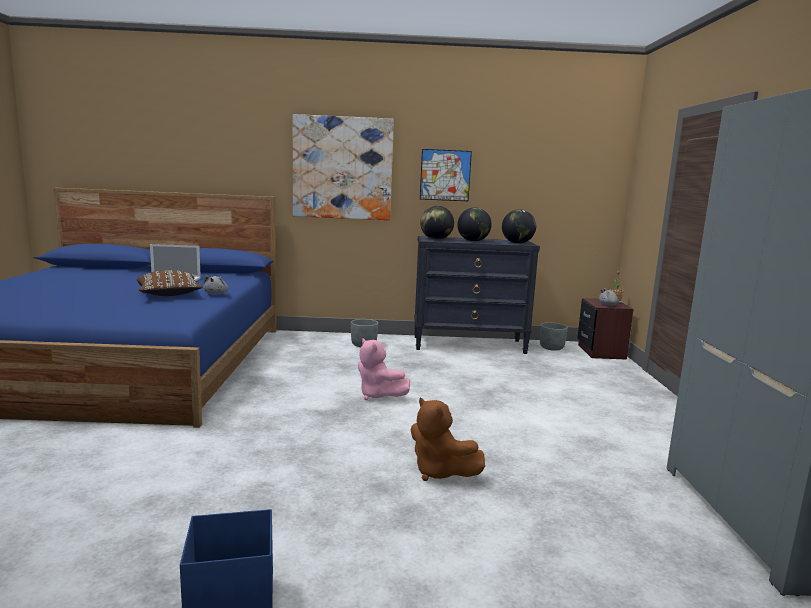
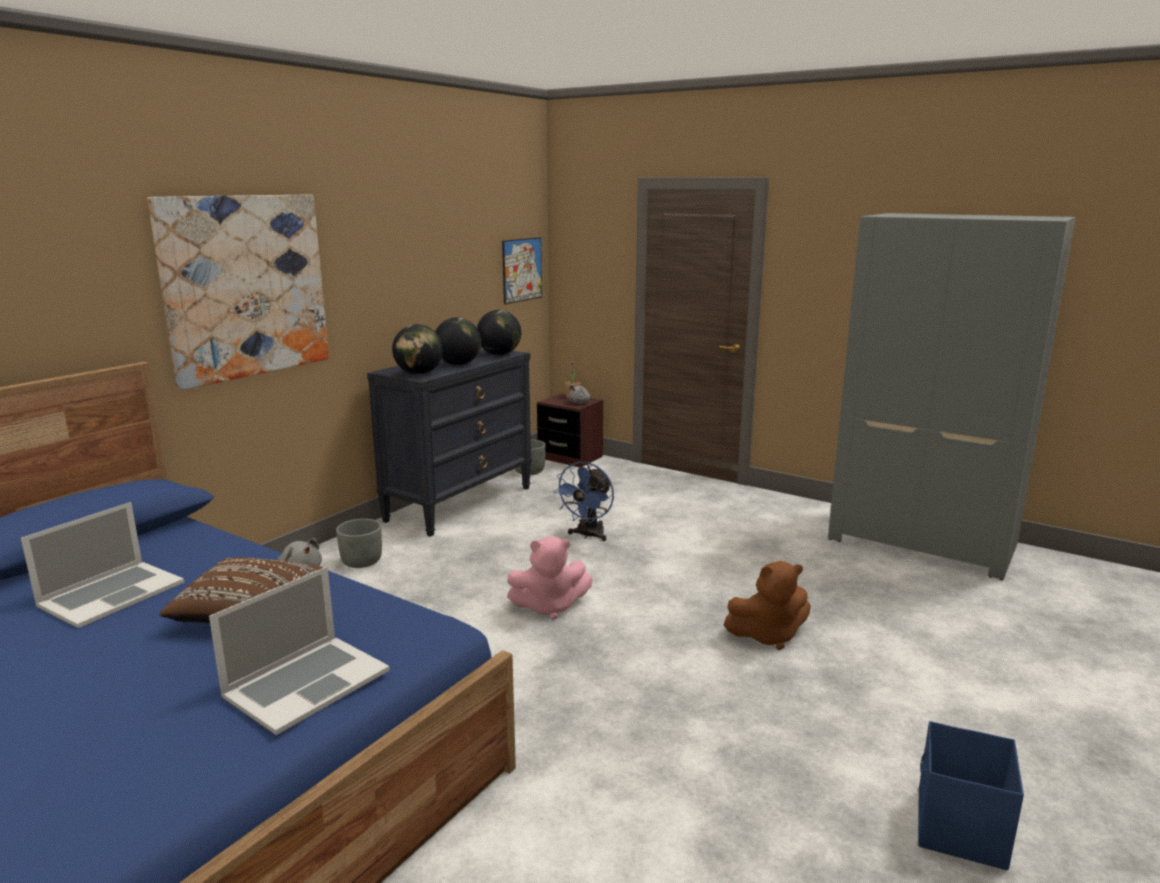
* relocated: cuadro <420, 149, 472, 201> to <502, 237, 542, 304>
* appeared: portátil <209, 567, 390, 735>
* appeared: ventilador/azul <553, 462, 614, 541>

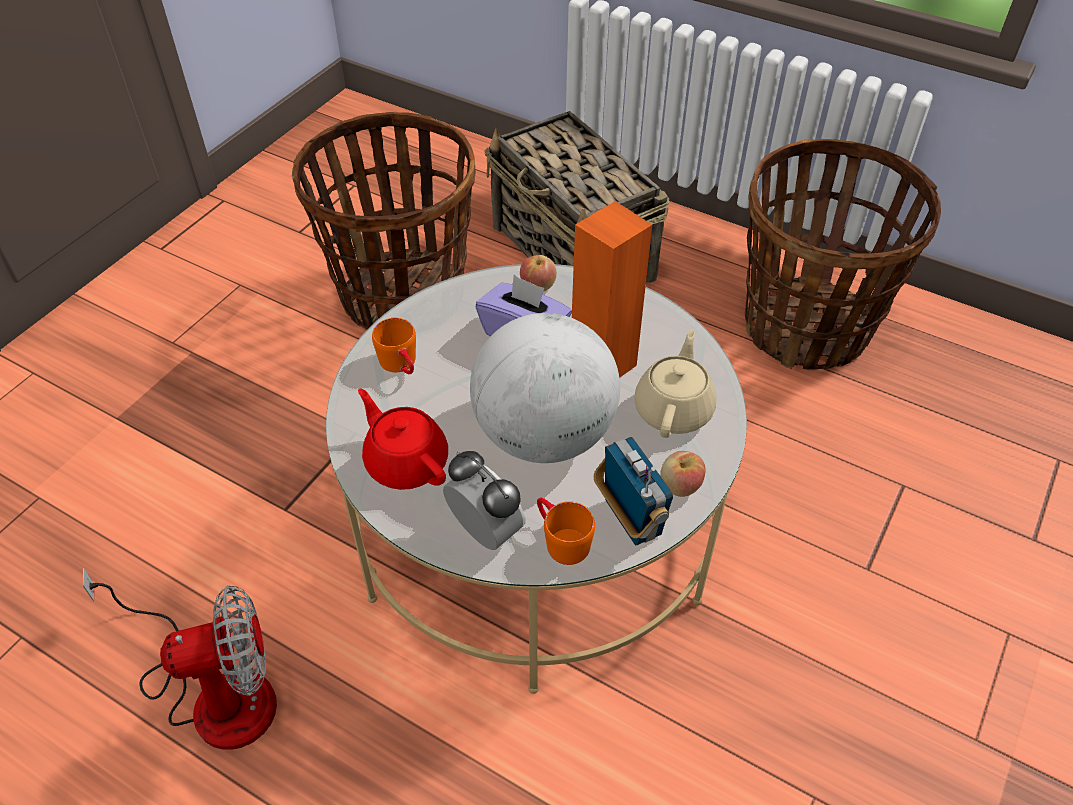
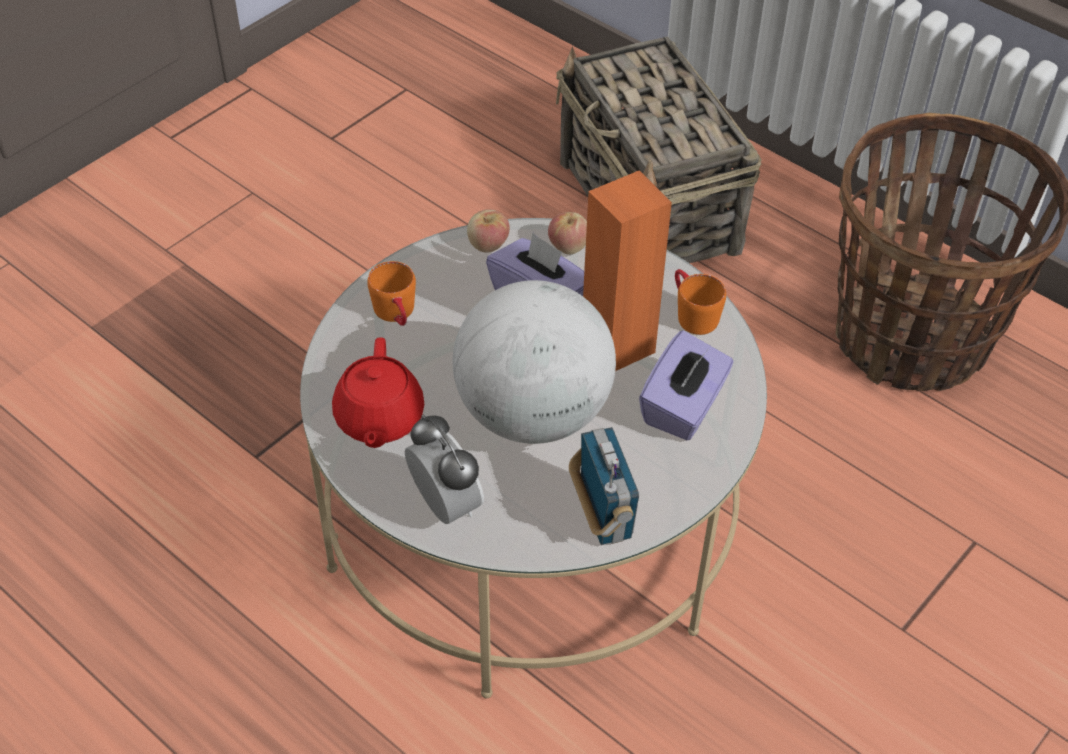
* missing: ventilador <83, 568, 277, 750>
* missing: cesta <292, 112, 476, 330>
* spun: tetera/rojo <358, 389, 448, 490> = <332, 337, 424, 448> 150 degrees counterclockwise
* relocated: taza grande/naranja <537, 498, 595, 565> to <675, 269, 726, 335>
* exchanged: tetera/beis <634, 329, 717, 438> to caja de pañuelos/morado <639, 330, 733, 440>
* relocated: manzana <661, 451, 706, 497> to <467, 209, 510, 253>

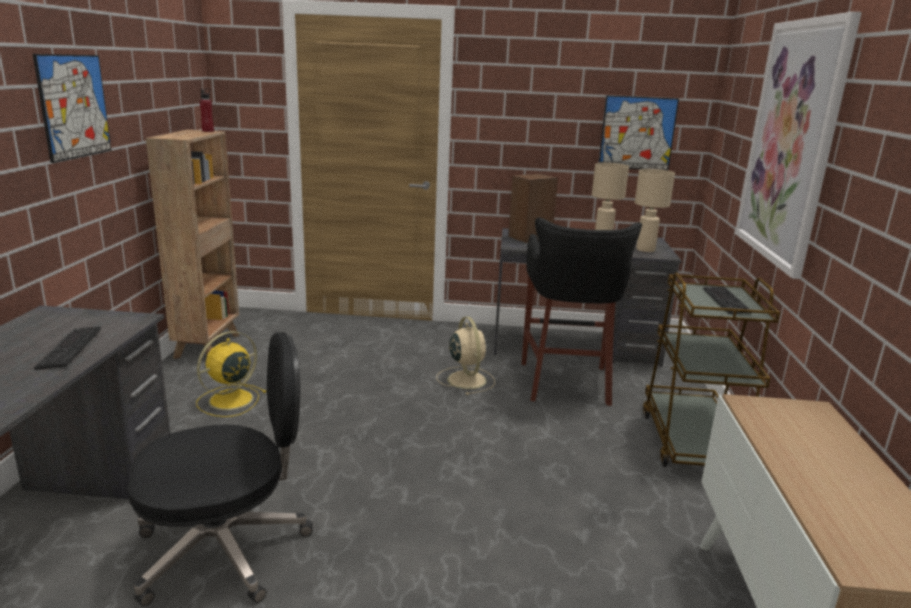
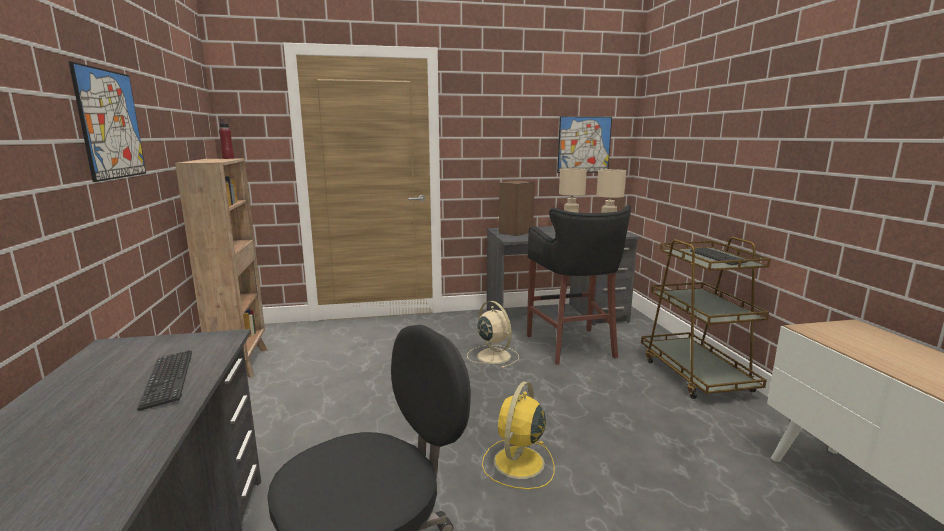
* relocated: ventilador/amarillo <196, 331, 266, 417> to <482, 381, 554, 489>
* missing: cuadro <735, 12, 862, 279>

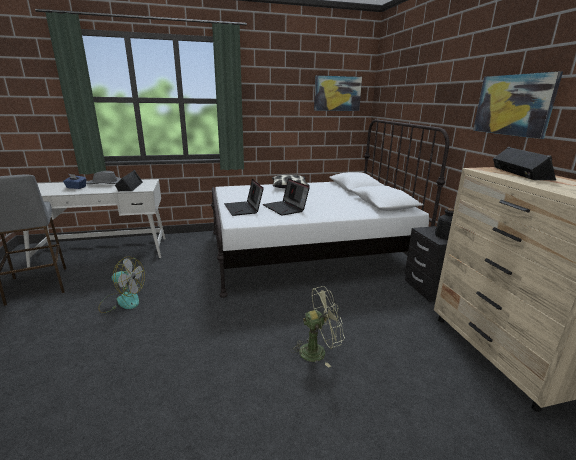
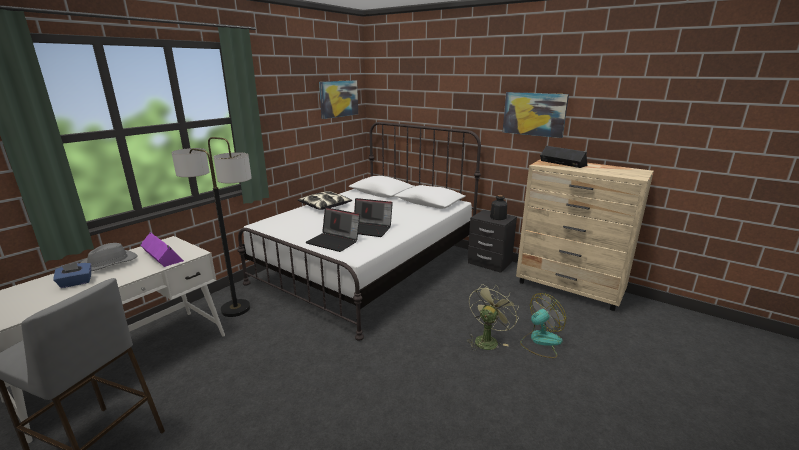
* relocated: ventilador <98, 256, 145, 313> to <521, 293, 566, 358>
* colour: altavoz/negro <114, 170, 143, 191> to altavoz/morado <140, 232, 184, 267>
* appeared: lámpara de pie <172, 137, 252, 317>

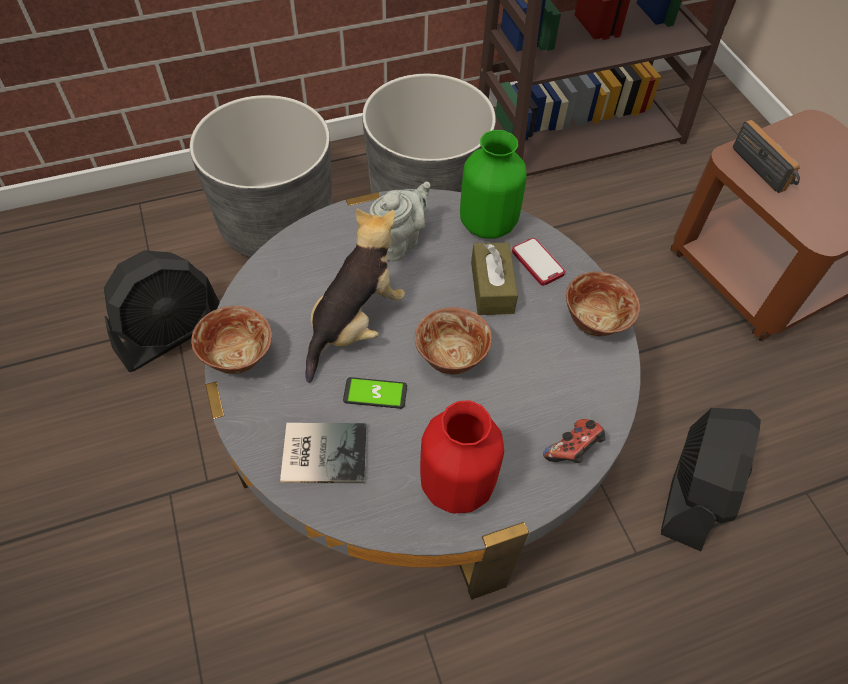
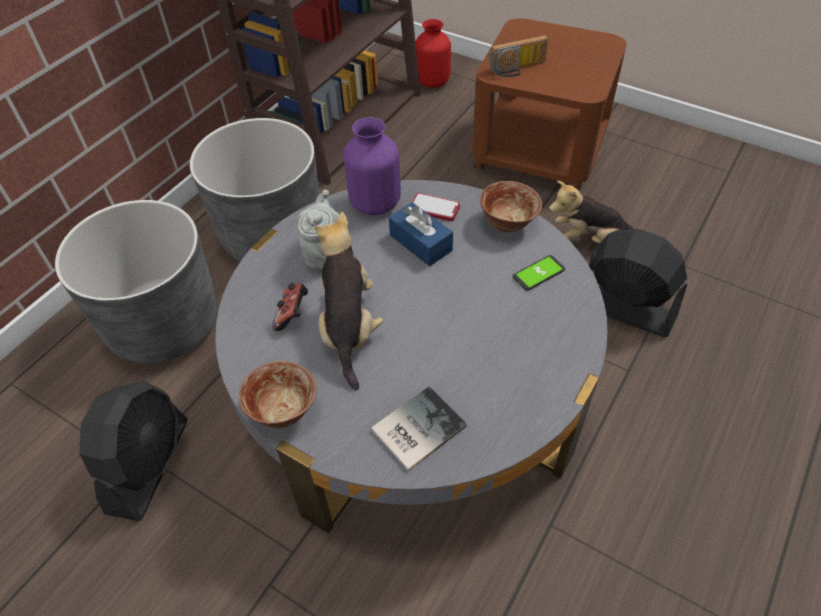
* relocated: móvil <343, 377, 407, 409> to <513, 255, 565, 291>
* missing: cuenco <415, 307, 492, 374>
* relocated: florero/rojo <420, 401, 504, 513> to <415, 19, 451, 88>
* colour: florero/verde <460, 130, 527, 239> to florero/morado <343, 117, 401, 215>
* colour: caja de pañuelos/marrón <471, 242, 518, 315> to caja de pañuelos/azul <389, 202, 453, 266>
* relocated: mando de consola <543, 419, 606, 463> to <272, 283, 308, 331>
* spun: ventilador/negro <661, 408, 761, 551> = <589, 229, 687, 337> 45 degrees counterclockwise
* spun: radio <733, 120, 800, 193> = <489, 35, 548, 77> 135 degrees clockwise
* appeared: peluche <549, 181, 633, 243>

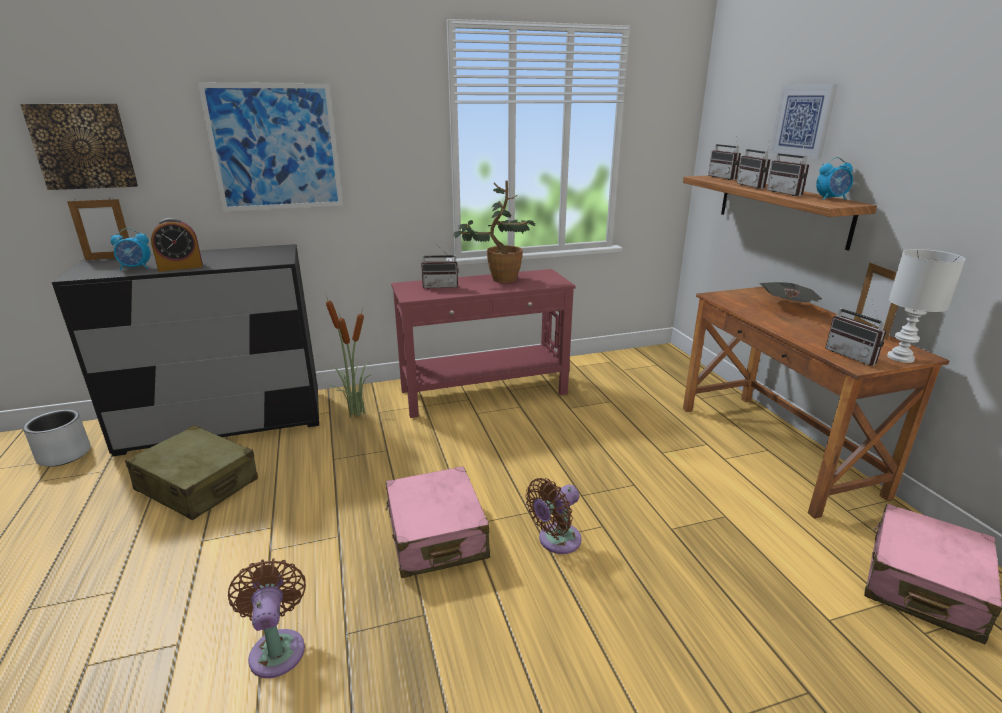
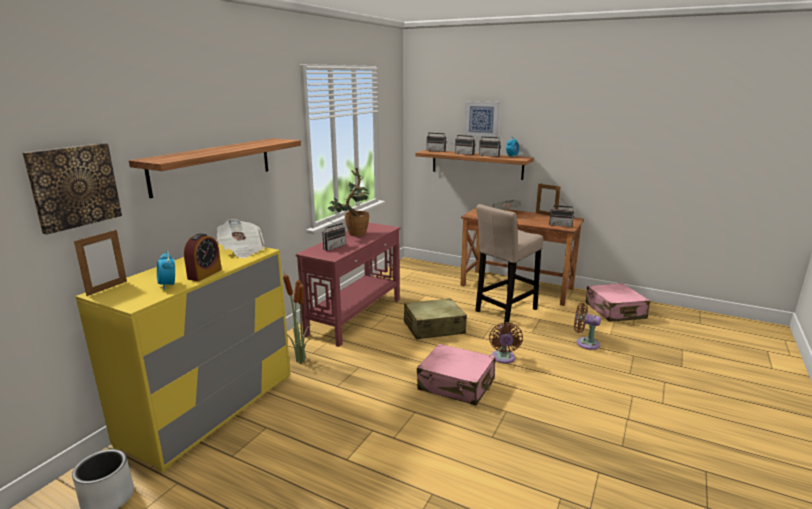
* colour: cómoda/negro <52, 244, 319, 456> to cómoda/amarillo <76, 244, 290, 473>
* spun: despertador <111, 228, 151, 271> = <157, 251, 175, 290> 120 degrees clockwise
* relocated: maleta/beis <125, 425, 258, 520> to <404, 298, 467, 340>
* exchanged: cuadro <198, 83, 343, 212> to estante <129, 138, 301, 198>
* relocated: ventilador/marrón <228, 558, 306, 678> to <574, 303, 601, 350>
* missing: lámpara de mesa/blanco <887, 249, 966, 363>
* appeared: periódico <217, 219, 265, 258>
* appeared: taburete/beis <475, 204, 543, 323>

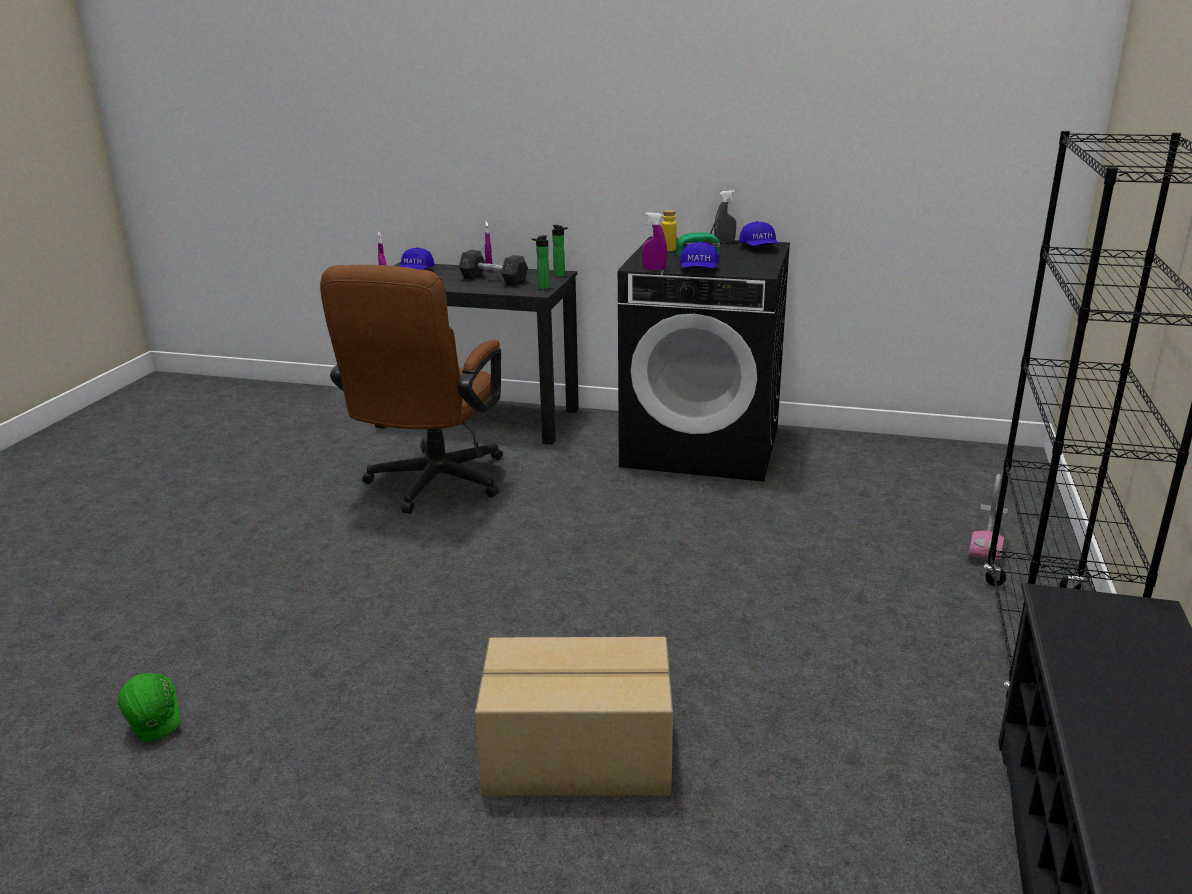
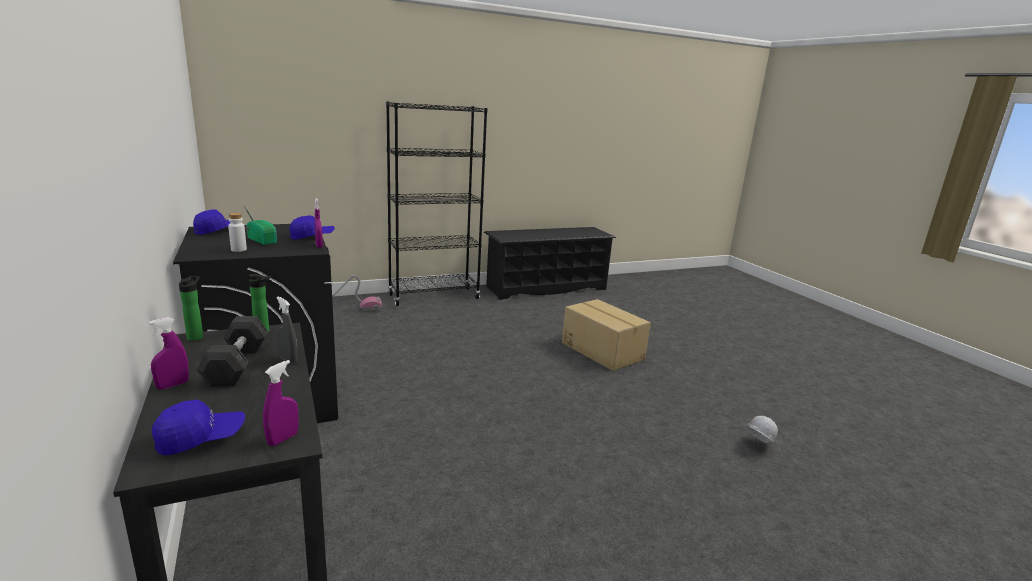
* colour: casco/verde <118, 673, 181, 742> to casco/blanco <745, 416, 778, 443>
* missing: silla de oficina/marrón <320, 265, 503, 514>
* colour: botella/amarillo <662, 210, 677, 251> to botella/blanco <228, 213, 247, 252>
* relocated: pulverizador/gris <714, 190, 736, 243> to <277, 297, 298, 364>

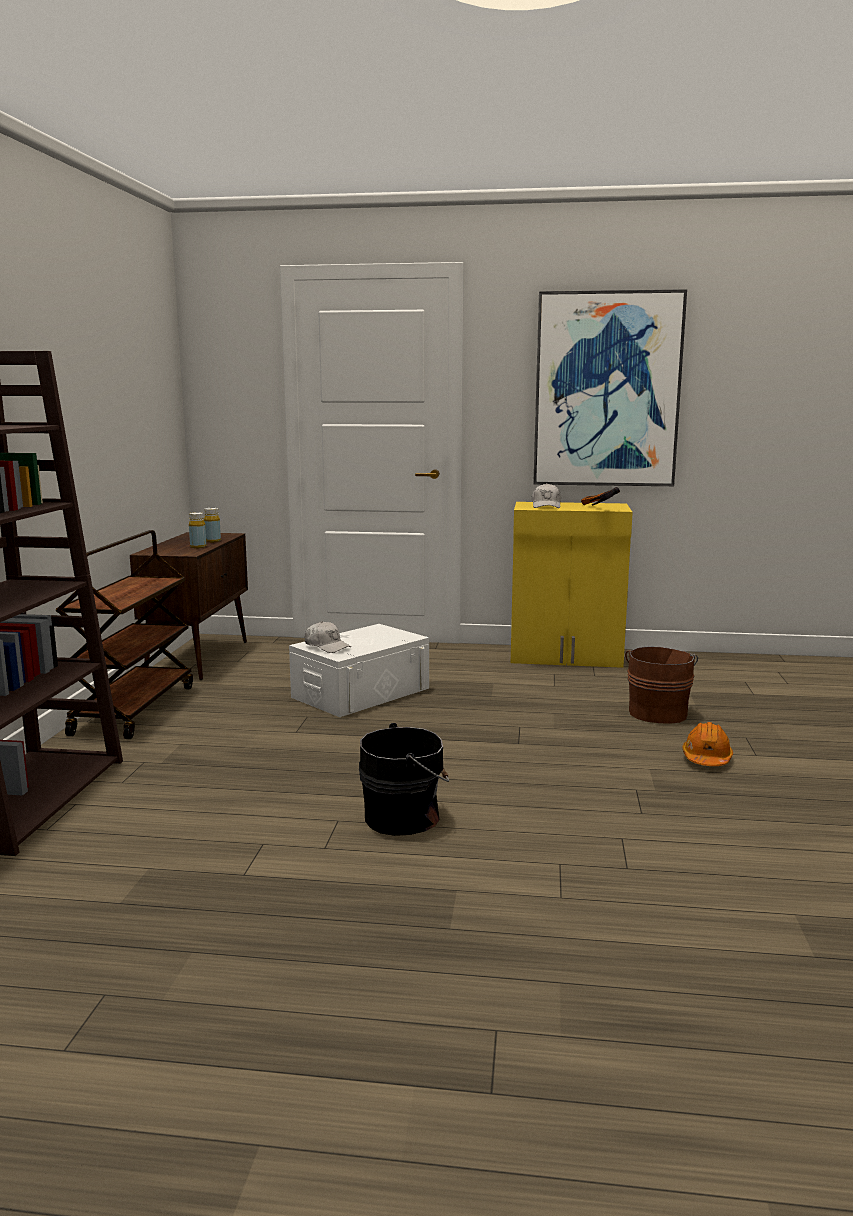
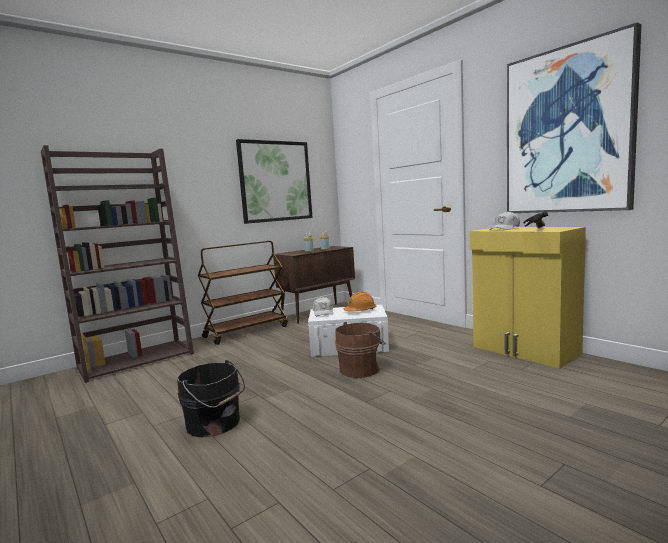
* relocated: cubo/marrón <625, 646, 698, 724> to <335, 322, 386, 378>
* relocated: casco/naranja <683, 722, 733, 766> to <344, 292, 376, 312>
* appeared: cuadro <236, 139, 312, 224>

